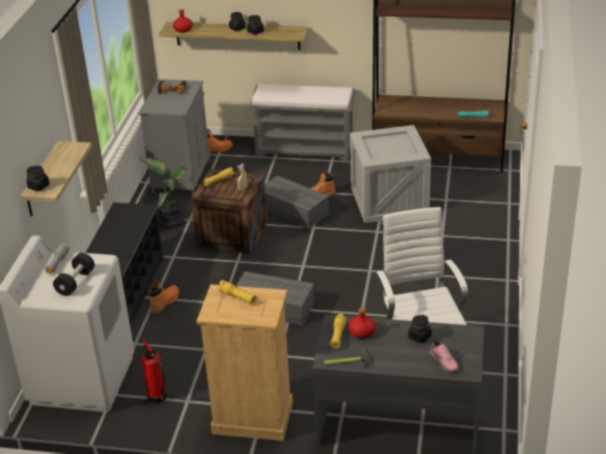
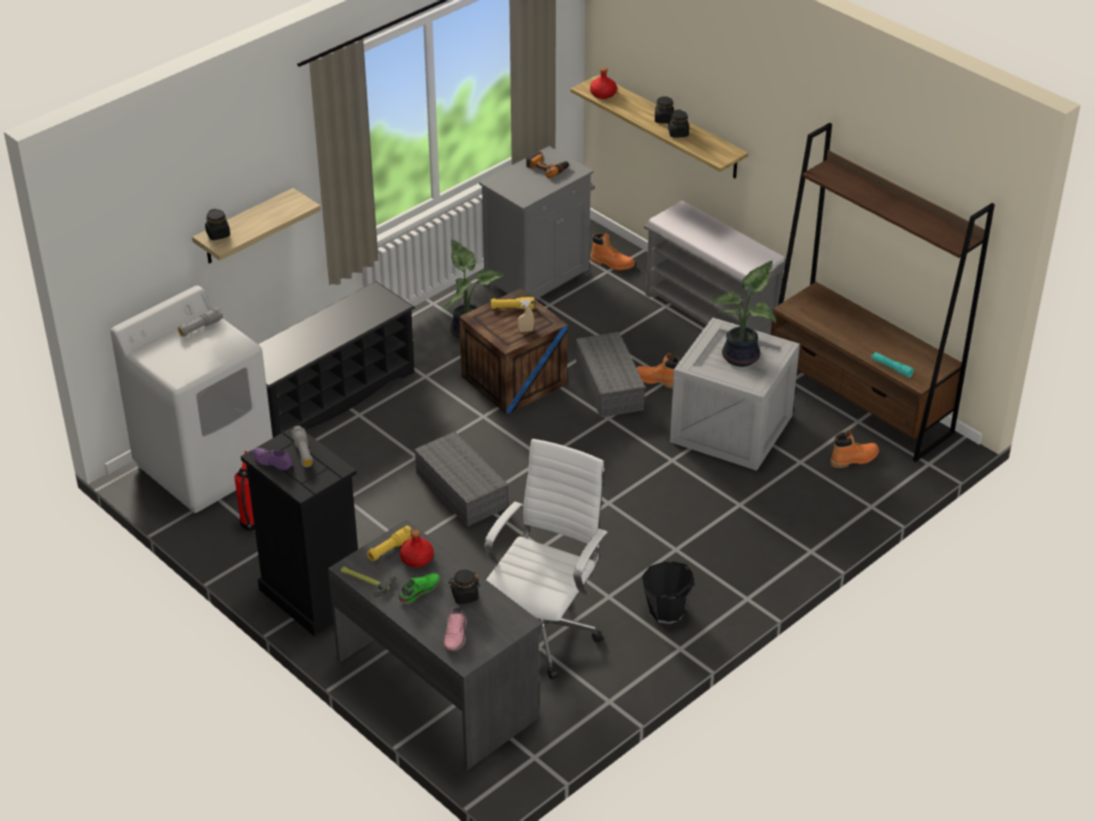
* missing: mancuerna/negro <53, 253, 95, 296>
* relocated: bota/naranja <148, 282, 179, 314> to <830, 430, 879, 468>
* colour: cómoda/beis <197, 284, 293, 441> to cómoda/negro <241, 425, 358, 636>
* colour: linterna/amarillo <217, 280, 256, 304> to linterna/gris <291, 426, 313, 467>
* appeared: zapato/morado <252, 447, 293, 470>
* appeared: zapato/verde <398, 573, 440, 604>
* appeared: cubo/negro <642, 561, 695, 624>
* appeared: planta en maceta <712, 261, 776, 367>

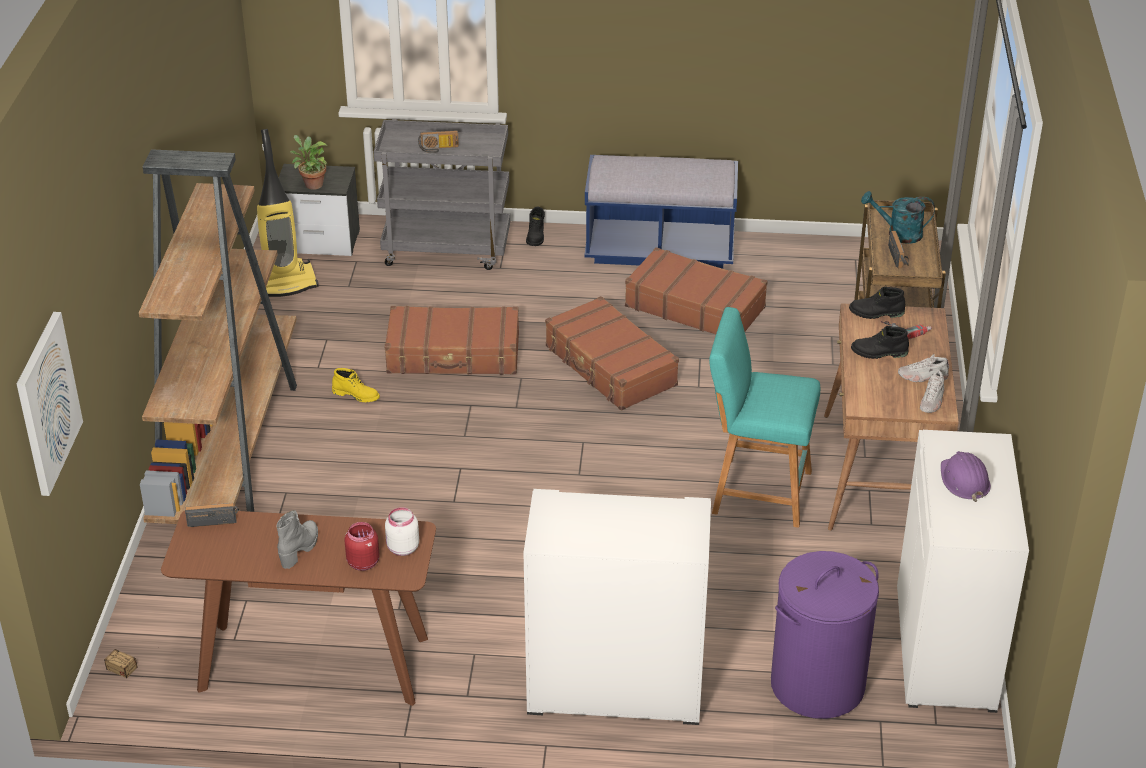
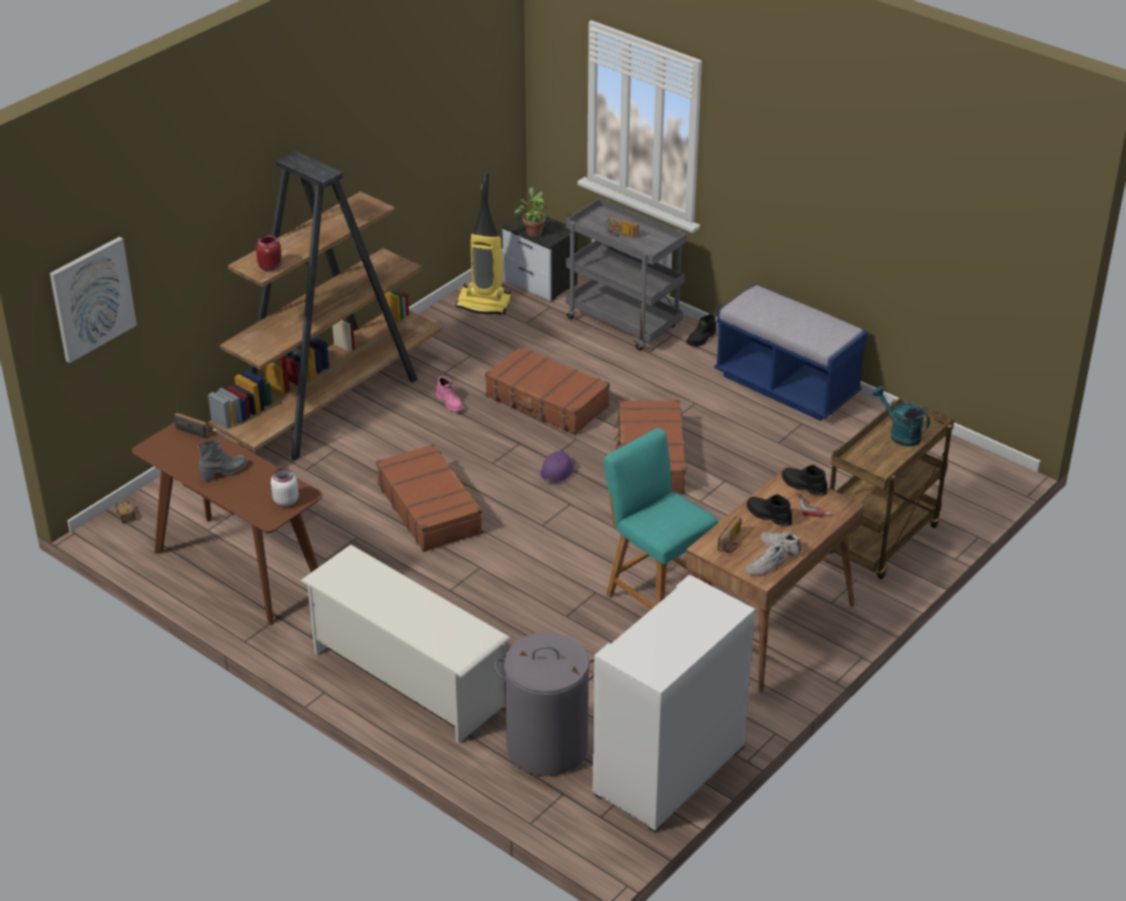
* colour: bota/amarillo <332, 368, 380, 402> to bota/rosa <436, 376, 463, 412>
* relocated: tarro/rojo <344, 522, 380, 571> to <256, 235, 282, 271>
* exchanged: armario/blanco <523, 489, 711, 725> to zapatero/blanco <300, 545, 511, 744>
* relocated: maleta/marrón <625, 247, 768, 334> to <376, 444, 483, 552>
* colour: cesto de la ropa/morado <771, 551, 879, 719> to cesto de la ropa/gris <494, 632, 594, 776>
* relocated: radio <888, 231, 909, 268> to <718, 516, 741, 553>
* relocated: casco/morado <941, 451, 991, 502> to <540, 451, 575, 484>

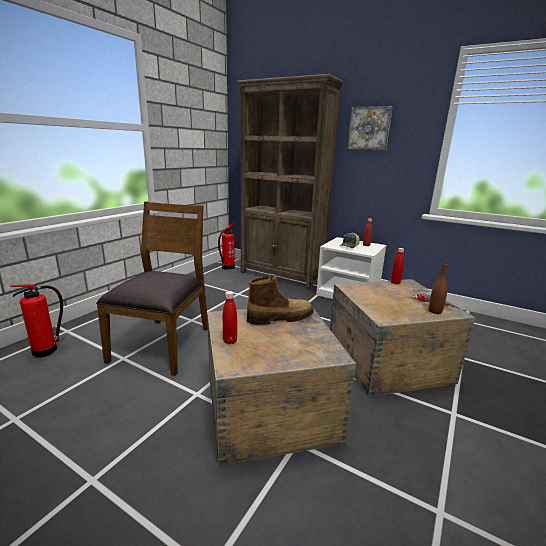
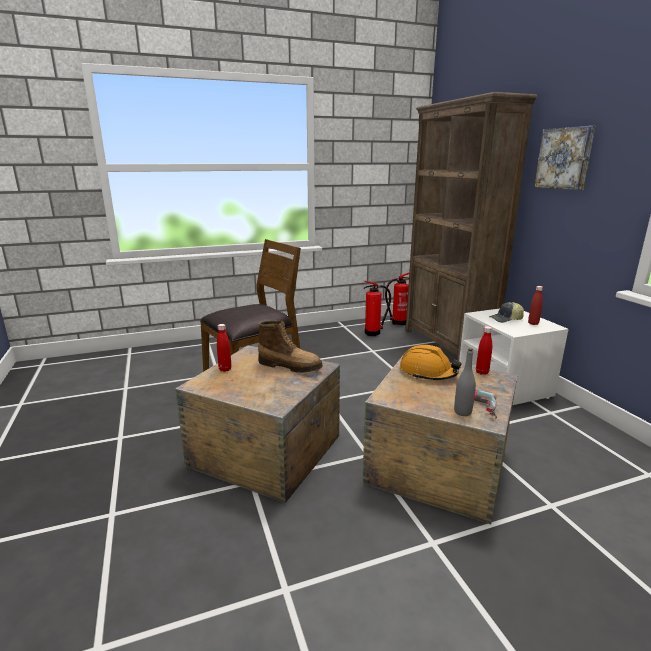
* relocated: extintor <10, 284, 63, 358> to <364, 281, 391, 336>
* colour: botella/marrón <429, 262, 448, 314> to botella/gris <454, 348, 476, 416>
* appeared: casco/naranja <400, 345, 462, 380>

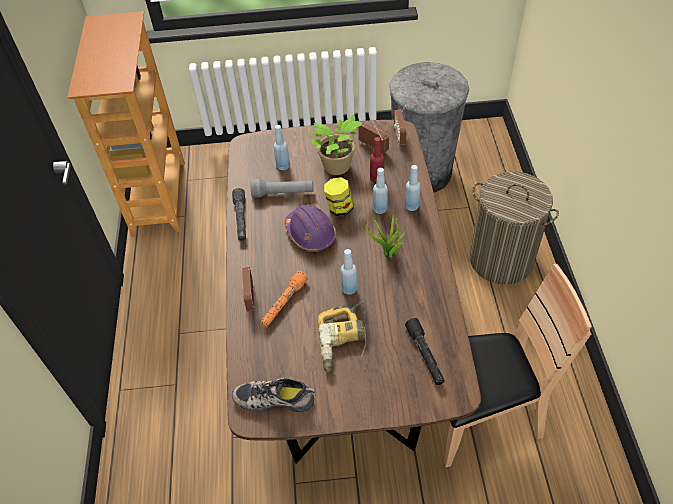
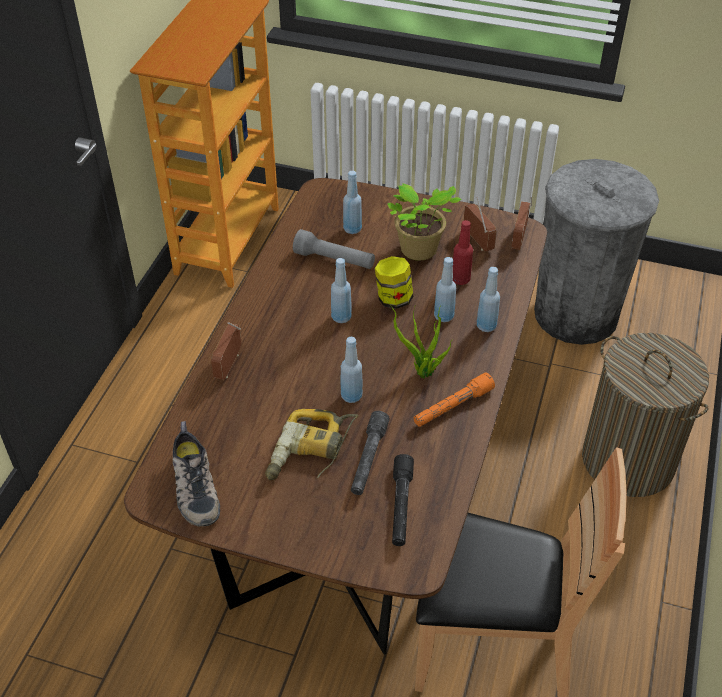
* relocated: linterna/gris <232, 188, 246, 241> to <351, 411, 390, 495>
* spun: zapato <232, 378, 315, 412> = <172, 421, 220, 526> 135 degrees counterclockwise
* relocated: linterna/naranja <260, 270, 308, 327> to <414, 372, 495, 427>
* exchanged: casco/morado <285, 204, 336, 252> to botella/azul <331, 258, 352, 323>

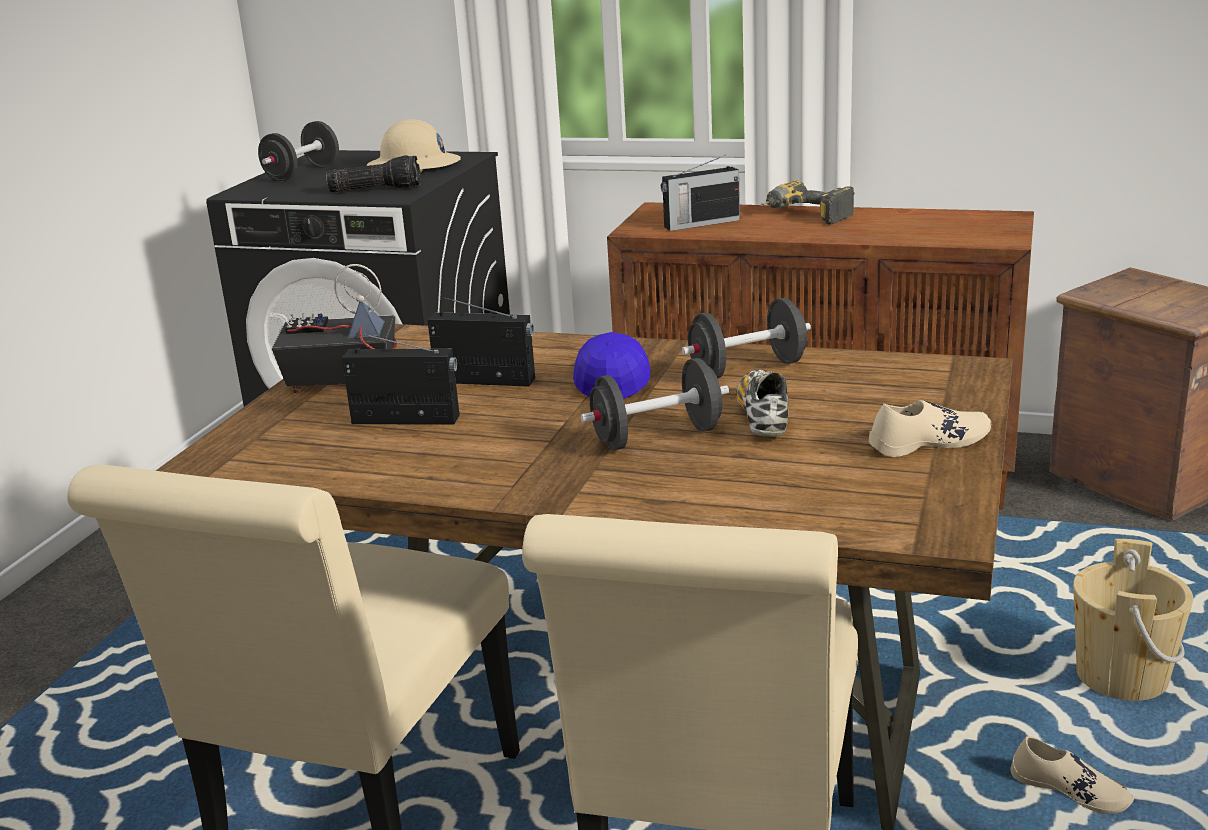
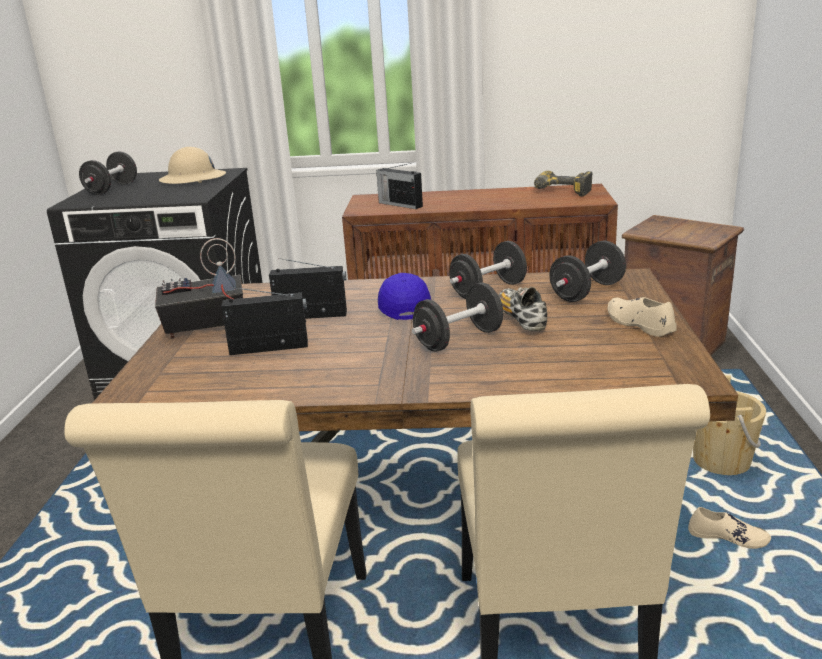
* missing: linterna <326, 155, 421, 193>
* spun: radio <661, 155, 740, 231> = <376, 163, 423, 209> 75 degrees clockwise
* relocated: taladro <760, 181, 855, 225> to <534, 171, 592, 197>
* spun: zapato/beis <869, 400, 991, 457> = <608, 297, 677, 337> 90 degrees counterclockwise
* appeared: mancuerna/negro <549, 240, 626, 302>

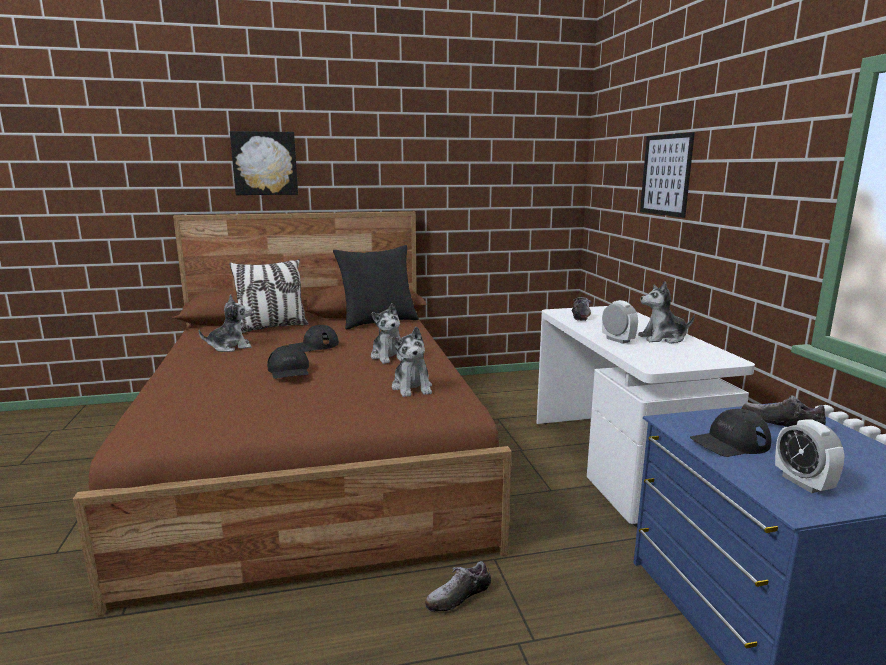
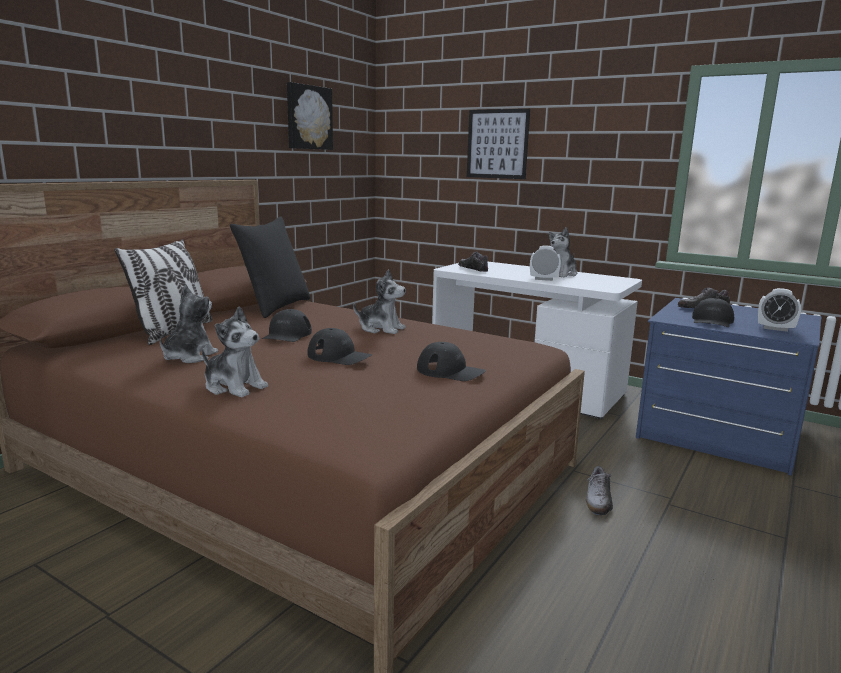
* relocated: cuadro <230, 131, 298, 195> to <287, 82, 333, 150>
* relocated: peluche <392, 327, 432, 397> to <202, 307, 268, 398>
* appeared: gorra/negro <417, 342, 486, 381>

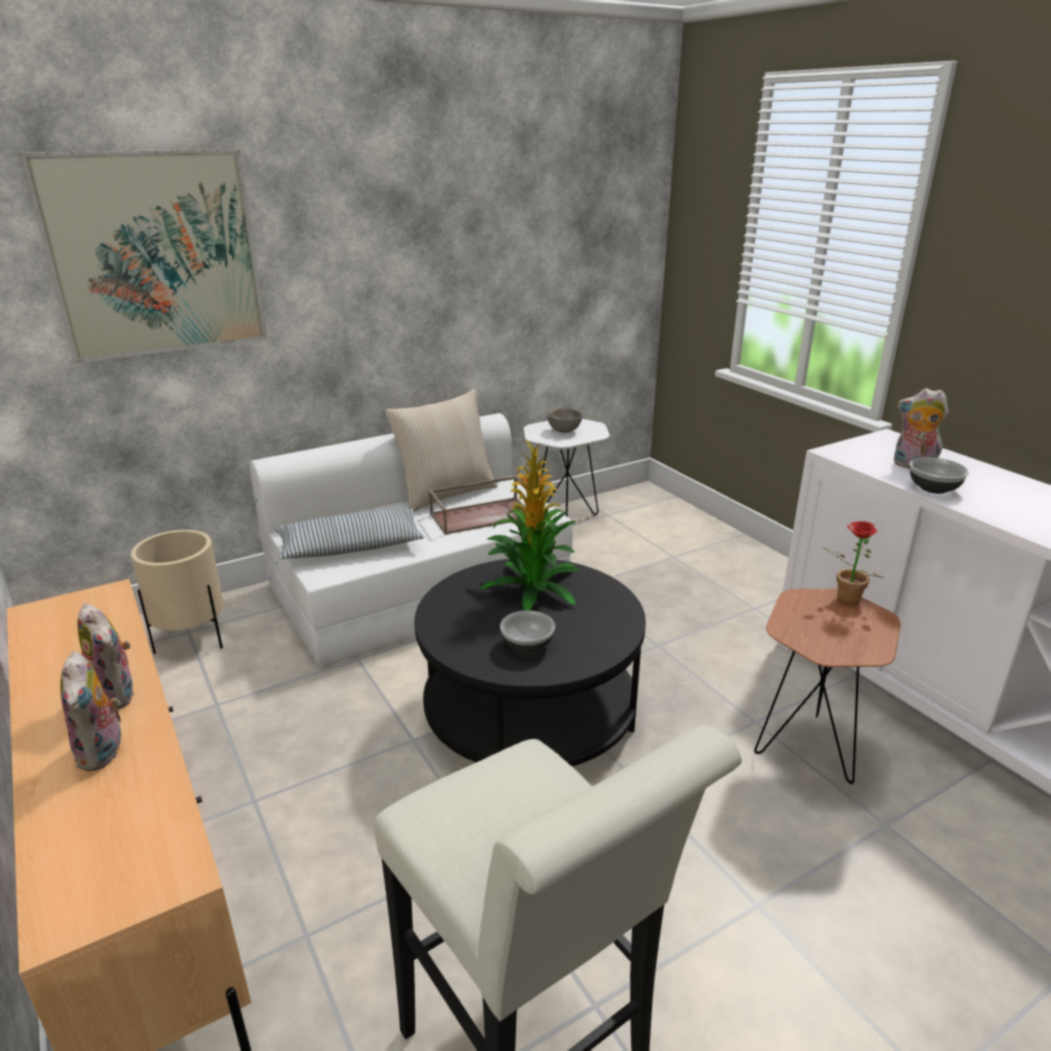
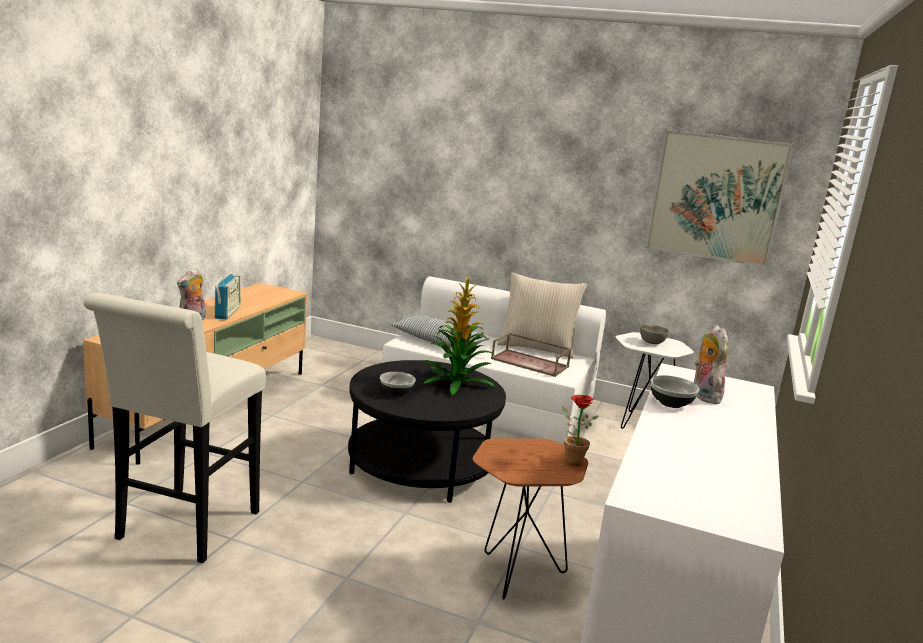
* relocated: cuadro <20, 149, 267, 363> to <645, 129, 795, 268>
* exchanged: peluche <77, 603, 134, 710> to radio <214, 274, 241, 320>
* missing: maceta/beis <131, 530, 224, 654>

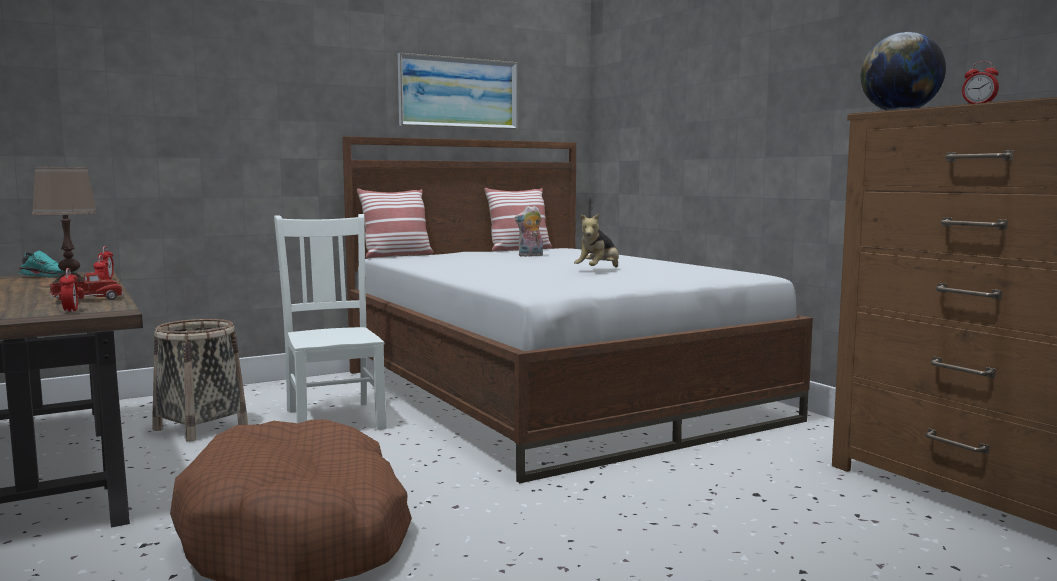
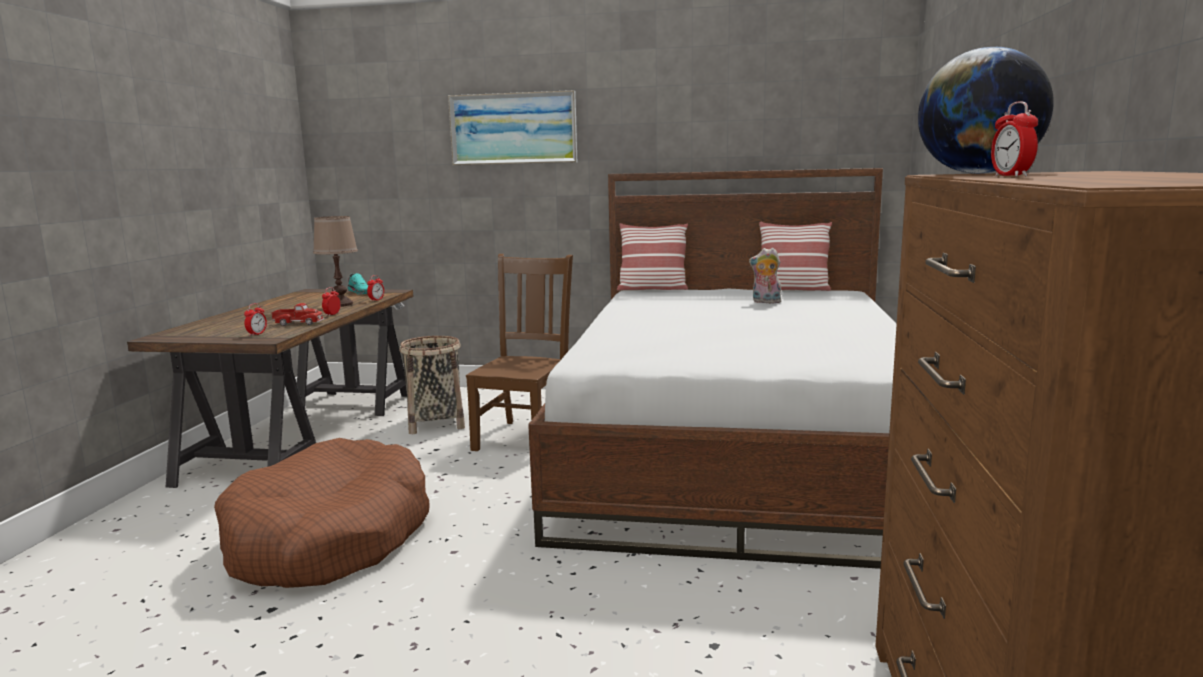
* colour: silla/blanco <274, 214, 387, 430> to silla/marrón <466, 254, 573, 451>
* relocated: cuadro <398, 53, 518, 130> to <448, 90, 577, 165>
* missing: peluche <574, 213, 619, 267>

